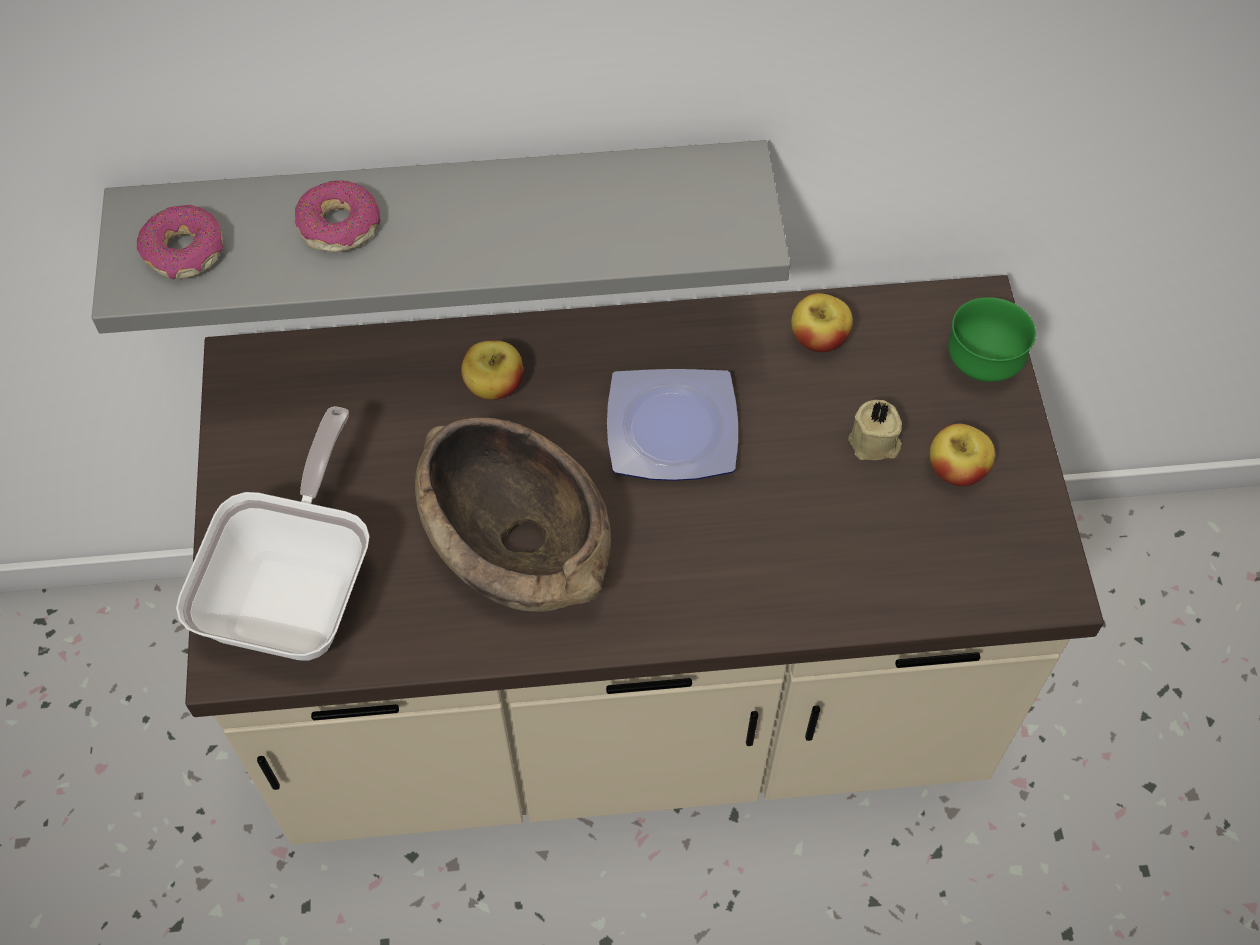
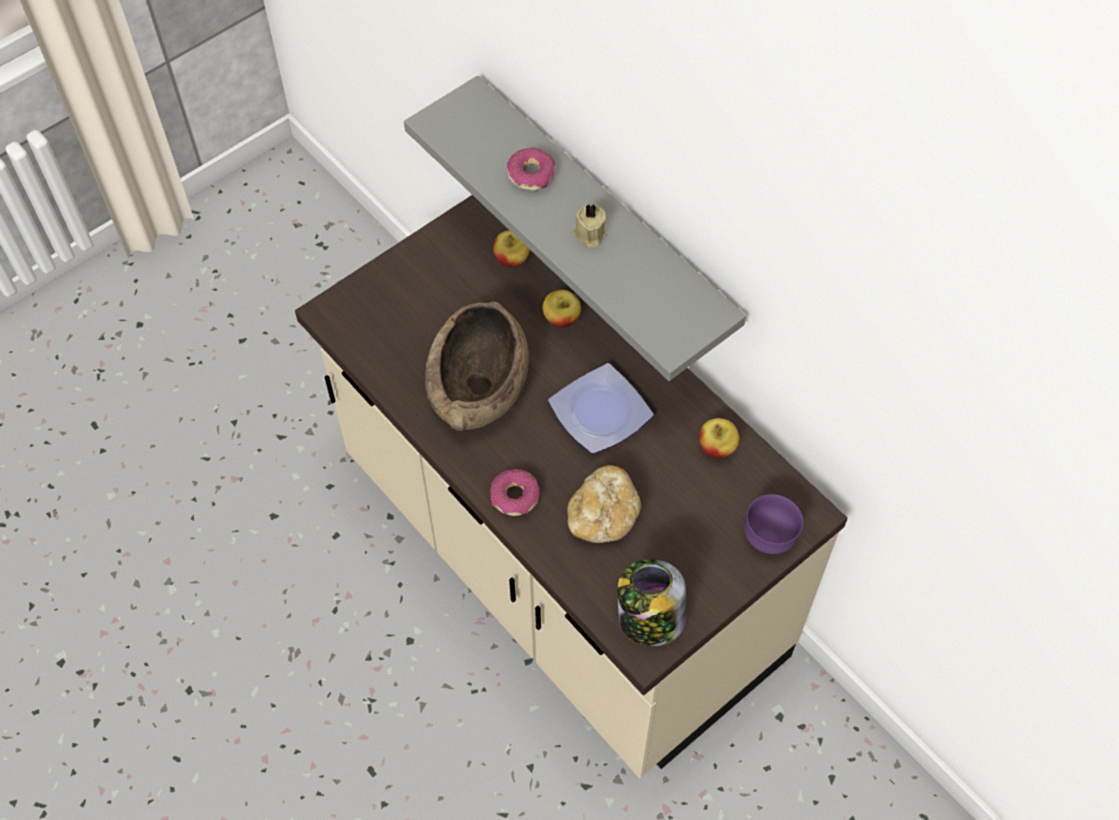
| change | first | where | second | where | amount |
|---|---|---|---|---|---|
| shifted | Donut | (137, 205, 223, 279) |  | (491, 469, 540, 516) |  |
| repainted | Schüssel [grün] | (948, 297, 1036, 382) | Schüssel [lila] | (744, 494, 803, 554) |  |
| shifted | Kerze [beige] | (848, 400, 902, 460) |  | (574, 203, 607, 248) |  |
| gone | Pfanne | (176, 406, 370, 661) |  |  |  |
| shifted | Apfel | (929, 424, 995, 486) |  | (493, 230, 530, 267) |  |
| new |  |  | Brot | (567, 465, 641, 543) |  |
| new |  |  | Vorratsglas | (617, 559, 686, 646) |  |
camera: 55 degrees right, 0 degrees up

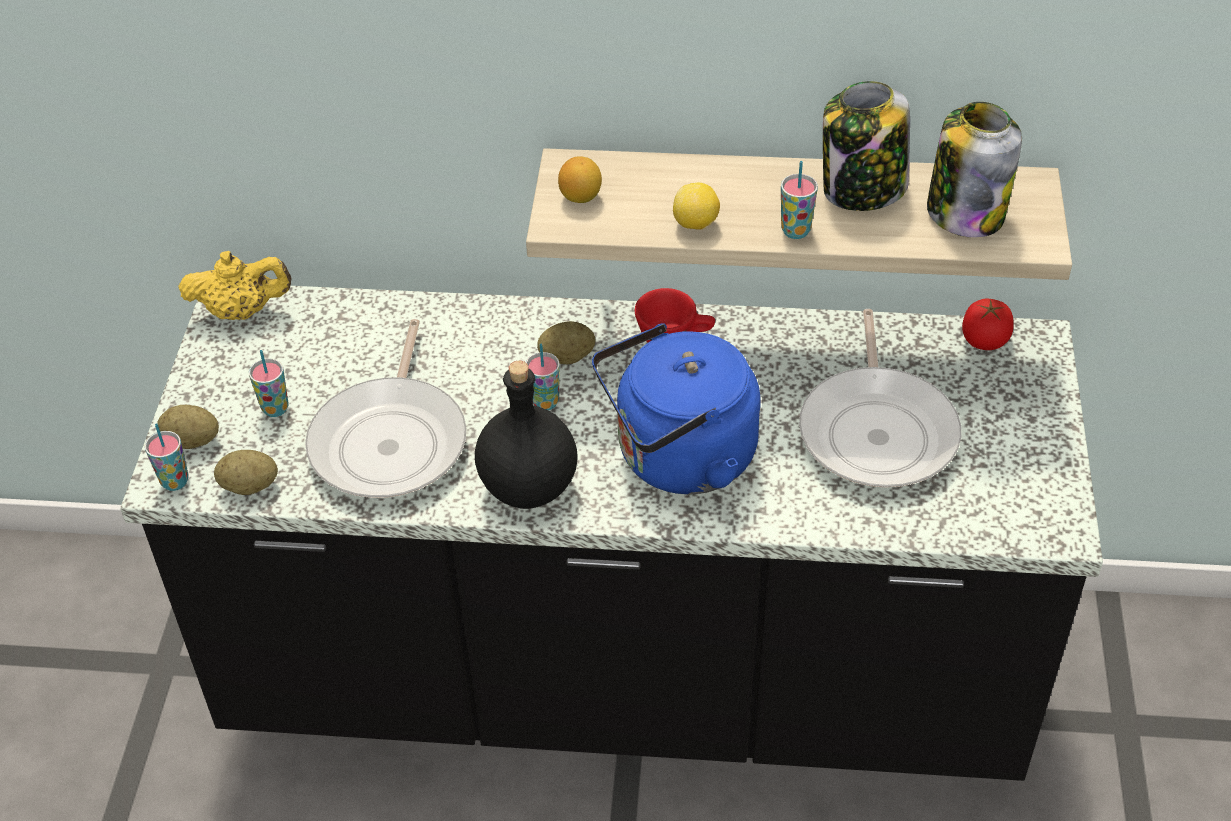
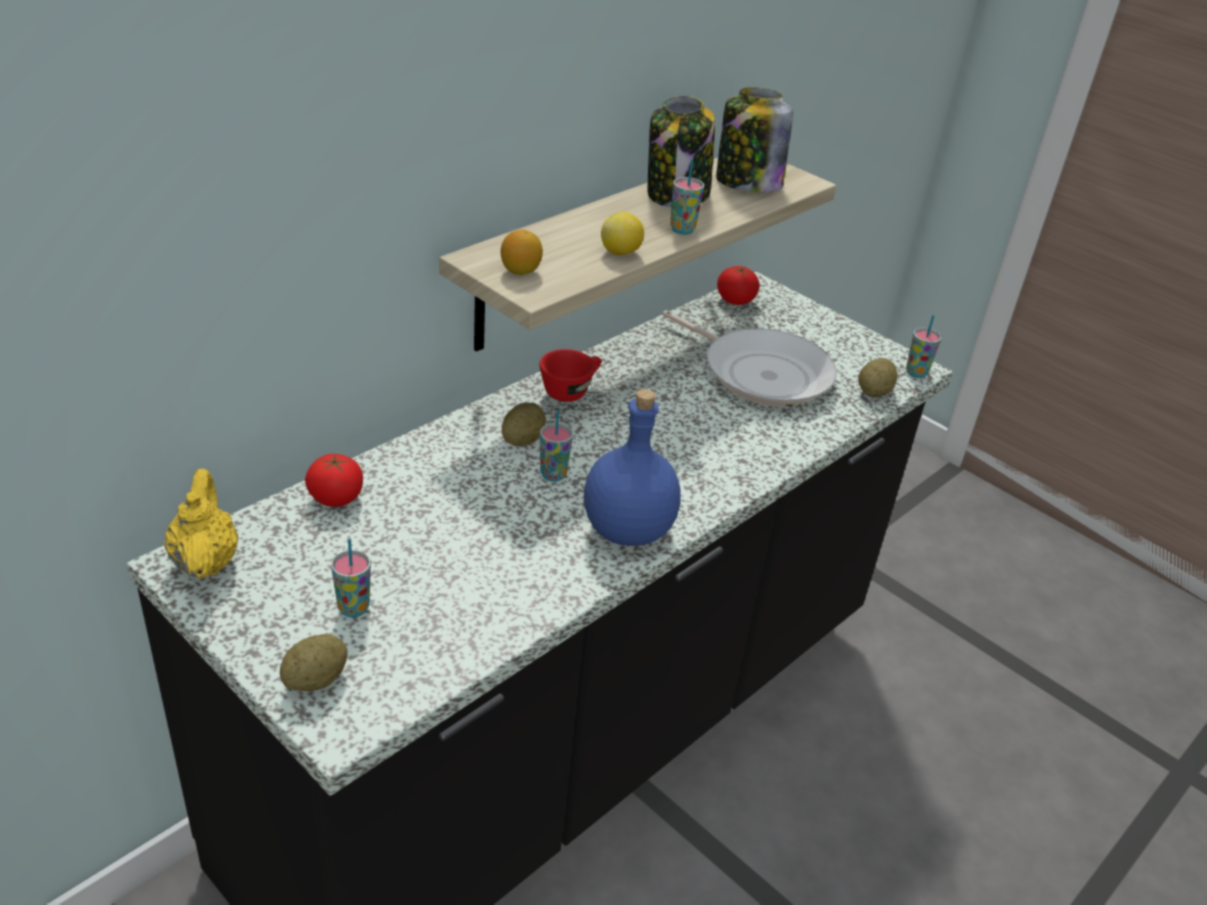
| change | first | where | second | where | amount |
|---|---|---|---|---|---|
| rotated | Teekanne [gelb] | (178, 251, 292, 320) |  | (164, 469, 238, 579) | 45 degrees counterclockwise |
| gone | Pfanne | (305, 319, 467, 498) |  |  |  |
| gone | Wasserkessel [blau] | (592, 323, 761, 494) |  |  |  |
| repainted | Flasche [schwarz] | (475, 361, 578, 509) | Flasche [blau] | (584, 389, 681, 546) |  |
| shifted | Tasse | (145, 423, 189, 491) |  | (906, 315, 942, 378) |  |
| shifted | Kartoffel | (214, 450, 278, 495) |  | (858, 358, 897, 397) |  |
| new |  |  | Tomate | (305, 454, 363, 507) |  |
camera: 55 degrees left, 10 degrees down

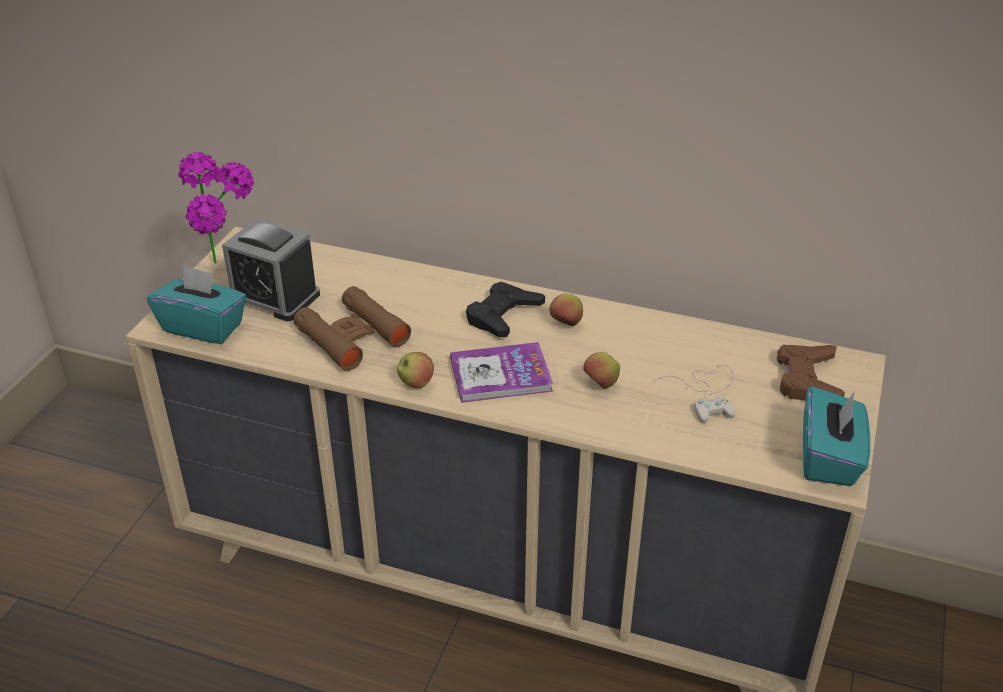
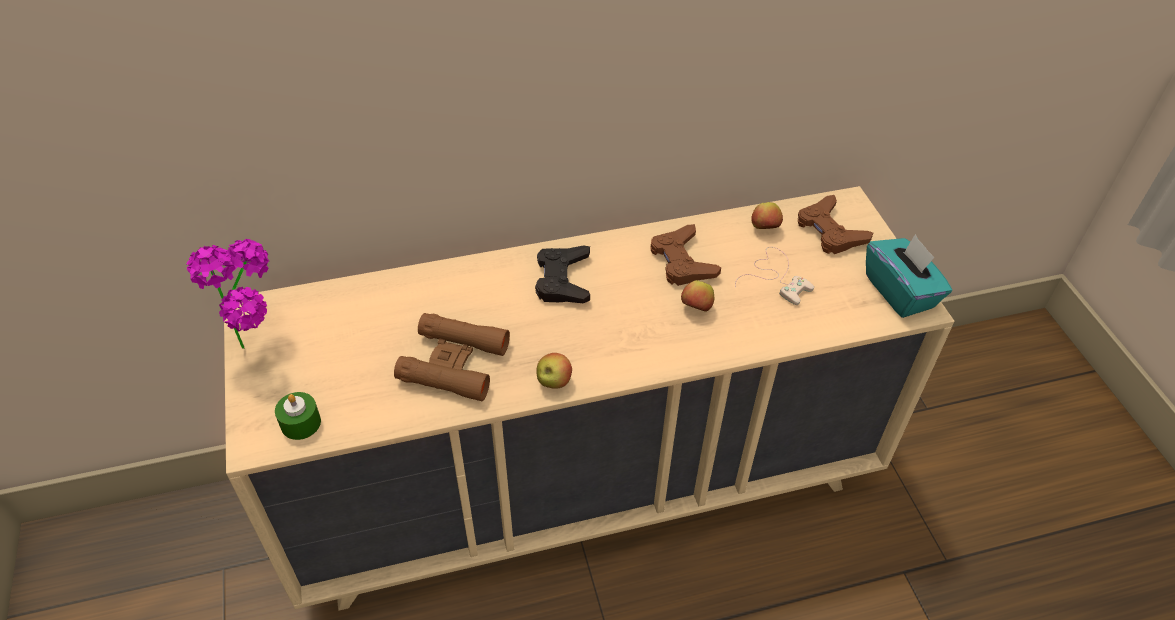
| change | first | where | second | where | amount |
|---|---|---|---|---|---|
| gone | Wecker | (222, 218, 320, 321) |  |  |  |
| swapped | Taschentuchbox [türkis] | (147, 265, 247, 344) | Kerze [grün] | (275, 392, 321, 440) |  |
| shifted | Apfel | (549, 293, 583, 326) |  | (751, 202, 783, 229) |  |
| gone | Buch | (450, 342, 553, 403) |  |  |  |
| new |  |  | Gamepad [braun] | (650, 224, 721, 286) |  |
camera: 35 degrees left, 10 degrees up

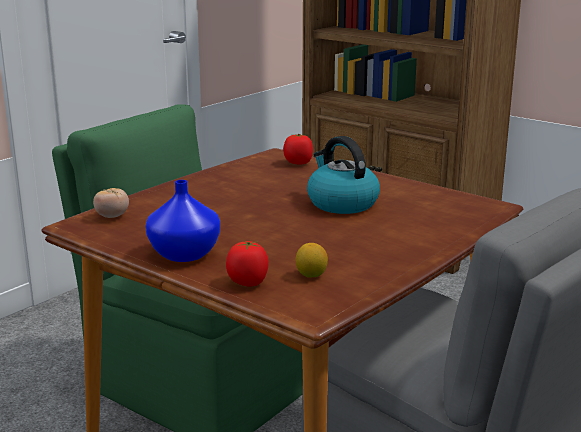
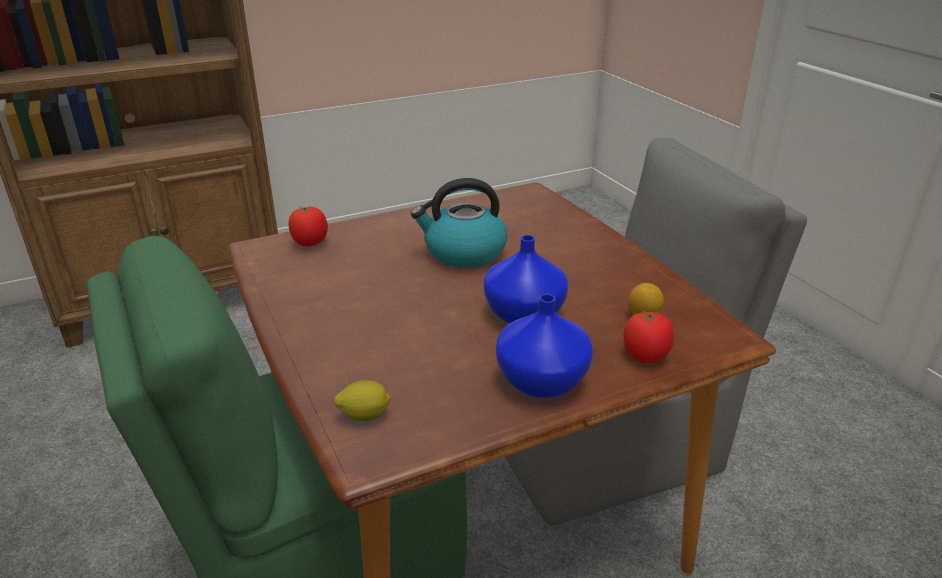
| change | first | where | second | where | amount |
|---|---|---|---|---|---|
| swapped | Tomate | (93, 188, 129, 218) | Zitrone | (334, 380, 391, 421) |  |
| new |  |  | Vase [blau] | (484, 235, 569, 323) |  |
camera: 65 degrees left, 10 degrees up

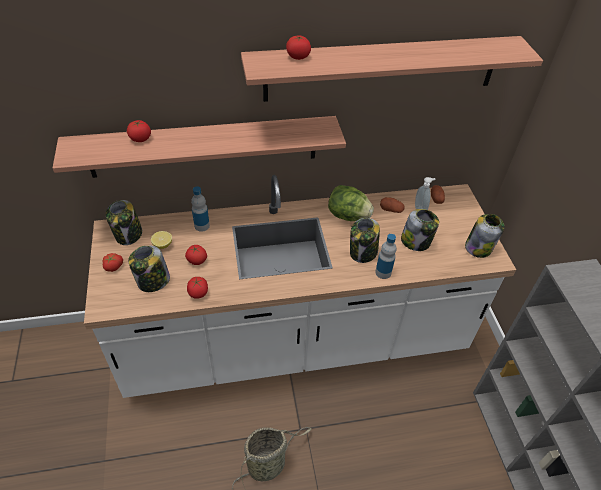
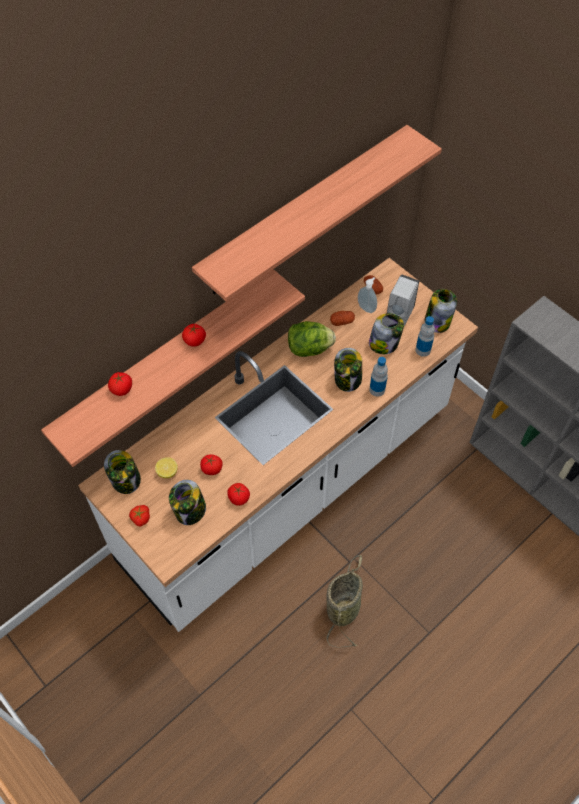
| change | first | where | second | where | amount |
|---|---|---|---|---|---|
| shifted | Tomate | (286, 36, 311, 60) |  | (182, 324, 206, 347) |  |
| shifted | Flasche | (191, 186, 210, 232) |  | (416, 316, 435, 357) |  |
| new |  |  | Seifenspender [weiß] | (387, 275, 419, 326) |  |
camera: 30 degrees left, 10 degrees up

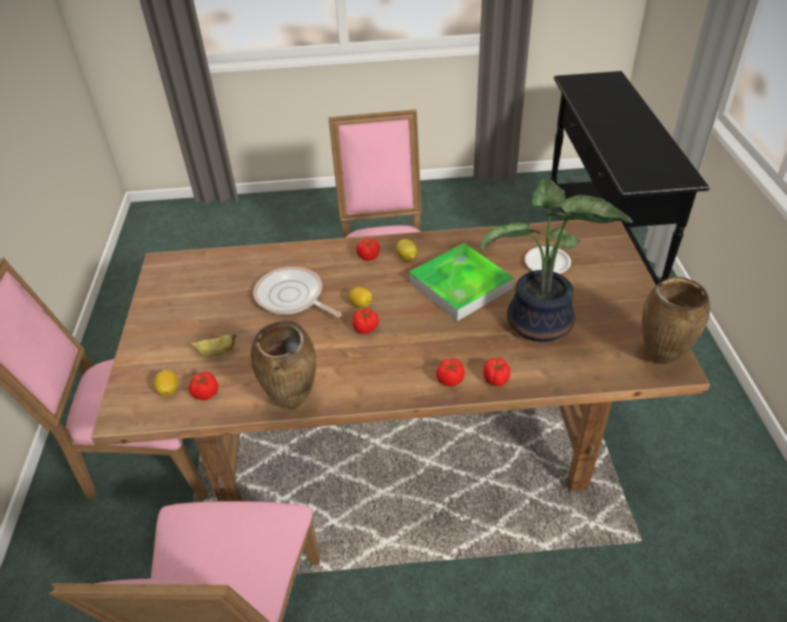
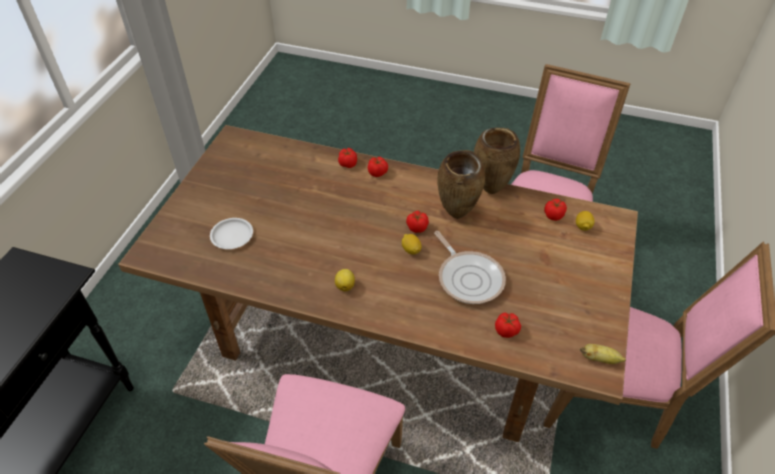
| change | first | where | second | where | amount |
|---|---|---|---|---|---|
| gone | Topfpflanze | (480, 179, 633, 342) |  |  |  |
| shifted | Tomate | (356, 238, 380, 261) |  | (495, 312, 521, 338) |  |
| gone | Tablett | (409, 243, 514, 321) |  |  |  |
| shifted | Vase [braun] | (642, 277, 710, 364) |  | (437, 150, 485, 219) |  |
| shifted | Banane | (191, 334, 237, 356) |  | (580, 344, 626, 364) |  |
camera: 160 degrees left, 5 degrees up

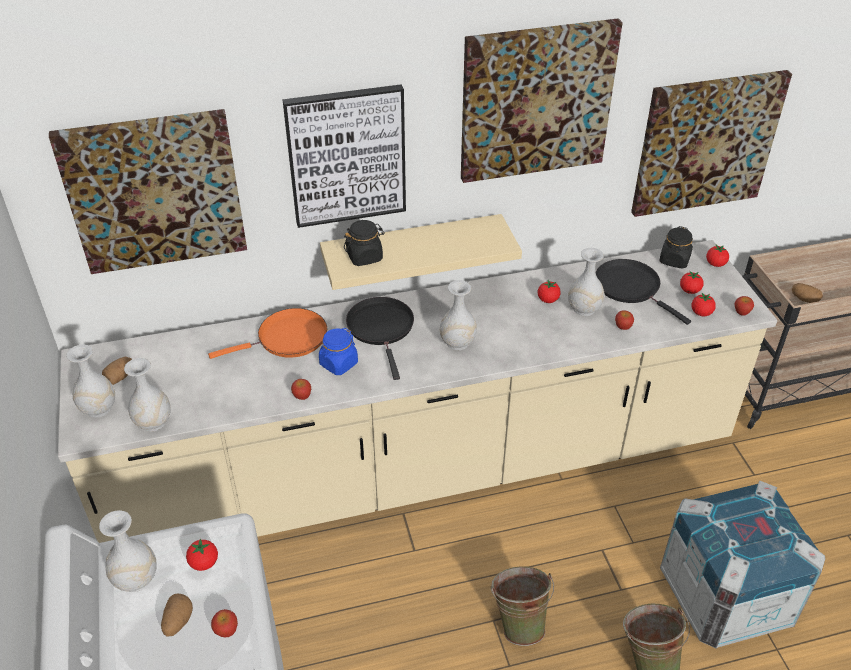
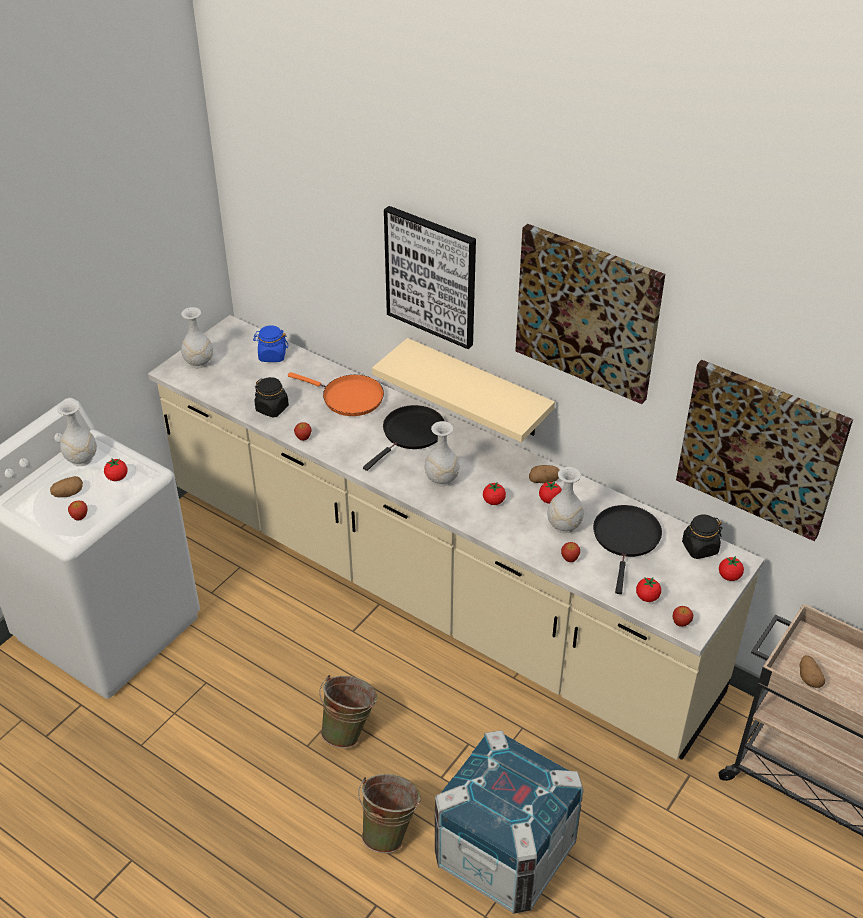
| change | first | where | second | where | amount |
|---|---|---|---|---|---|
| gone | Bild | (49, 109, 247, 274) |  |  |  |
| shifted | Vorratsglas [schwarz] | (344, 220, 385, 266) |  | (254, 377, 289, 417) |  |
| shifted | Tomate | (680, 271, 704, 294) |  | (483, 482, 506, 505) |  |
| shifted | Vorratsglas [blau] | (319, 328, 358, 375) |  | (253, 325, 288, 362) |  |
| shifted | Kartoffel | (102, 357, 132, 385) |  | (529, 465, 560, 484) |  |
| gone | Vase [weiß] | (124, 358, 171, 432) |  |  |  |
camera: 50 degrees right, 0 degrees up

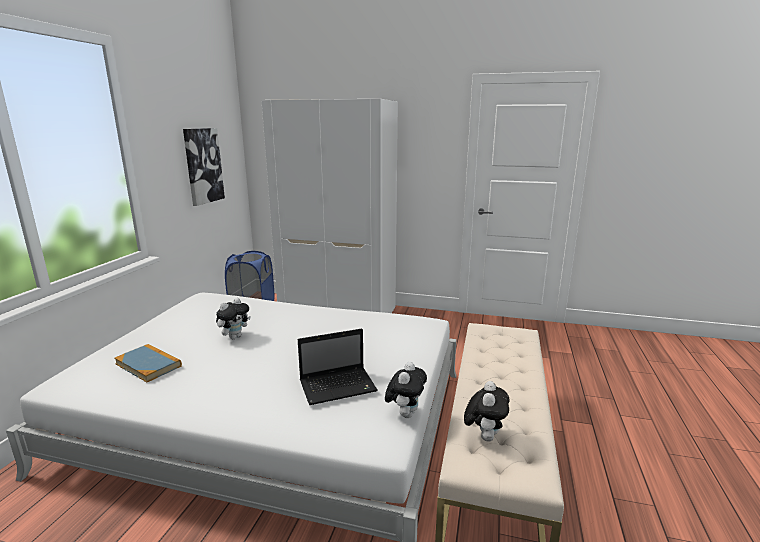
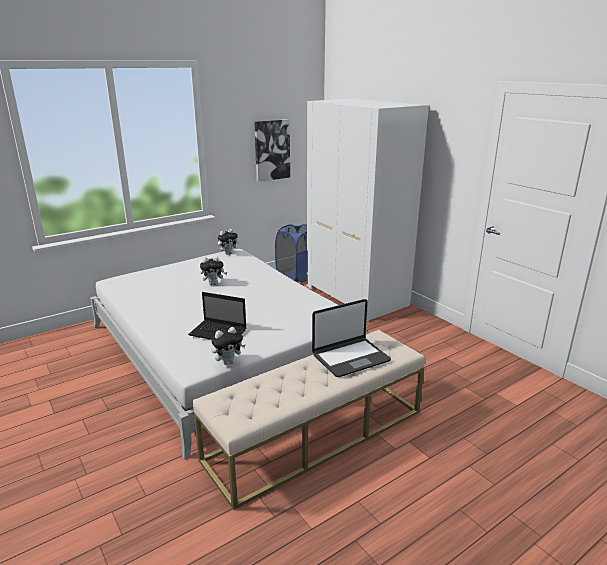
| change | first | where | second | where | amount |
|---|---|---|---|---|---|
| gone | Buch | (114, 344, 182, 382) |  |  |  |
| shifted | Plüschtier | (464, 381, 510, 442) |  | (218, 229, 239, 254) |  |
| new |  |  | Laptop | (312, 299, 391, 377) |  |
camera: 40 degrees right, 5 degrees up

